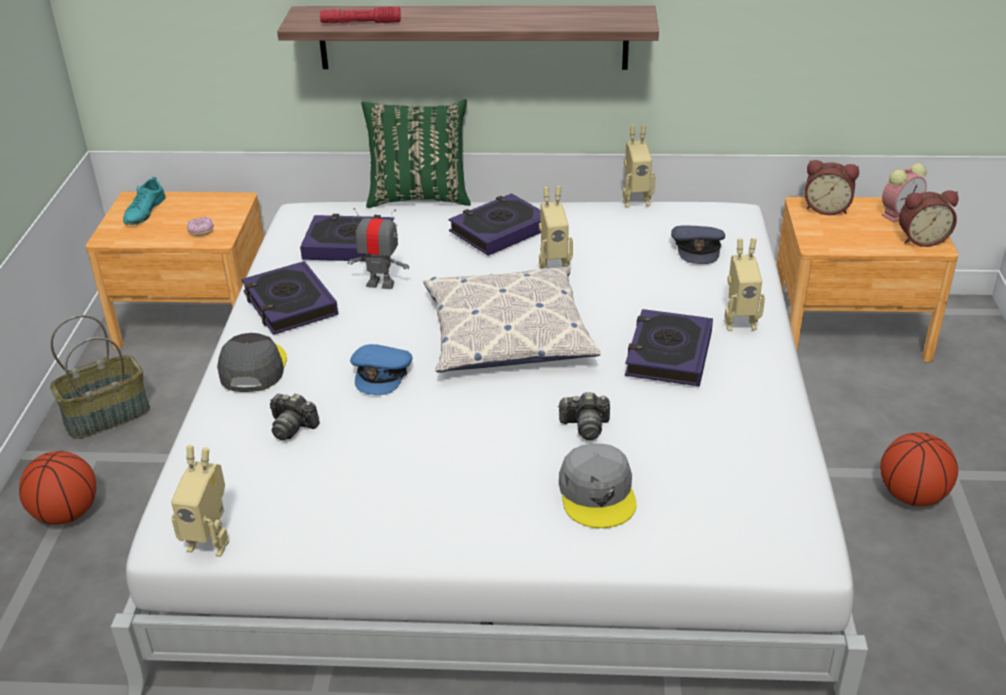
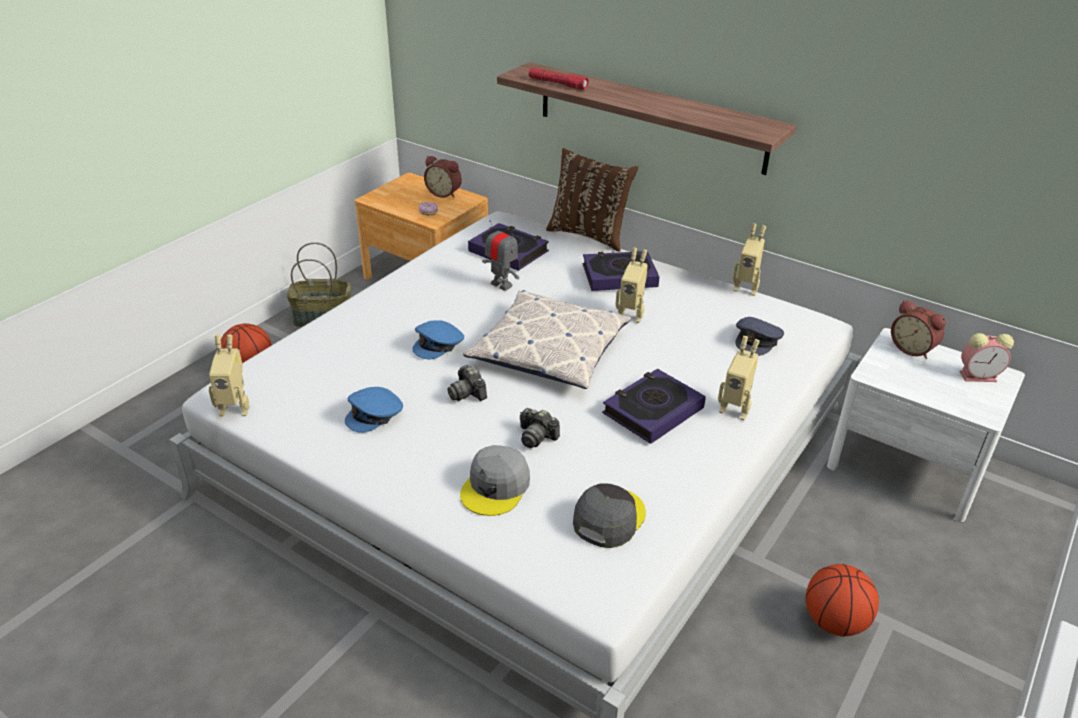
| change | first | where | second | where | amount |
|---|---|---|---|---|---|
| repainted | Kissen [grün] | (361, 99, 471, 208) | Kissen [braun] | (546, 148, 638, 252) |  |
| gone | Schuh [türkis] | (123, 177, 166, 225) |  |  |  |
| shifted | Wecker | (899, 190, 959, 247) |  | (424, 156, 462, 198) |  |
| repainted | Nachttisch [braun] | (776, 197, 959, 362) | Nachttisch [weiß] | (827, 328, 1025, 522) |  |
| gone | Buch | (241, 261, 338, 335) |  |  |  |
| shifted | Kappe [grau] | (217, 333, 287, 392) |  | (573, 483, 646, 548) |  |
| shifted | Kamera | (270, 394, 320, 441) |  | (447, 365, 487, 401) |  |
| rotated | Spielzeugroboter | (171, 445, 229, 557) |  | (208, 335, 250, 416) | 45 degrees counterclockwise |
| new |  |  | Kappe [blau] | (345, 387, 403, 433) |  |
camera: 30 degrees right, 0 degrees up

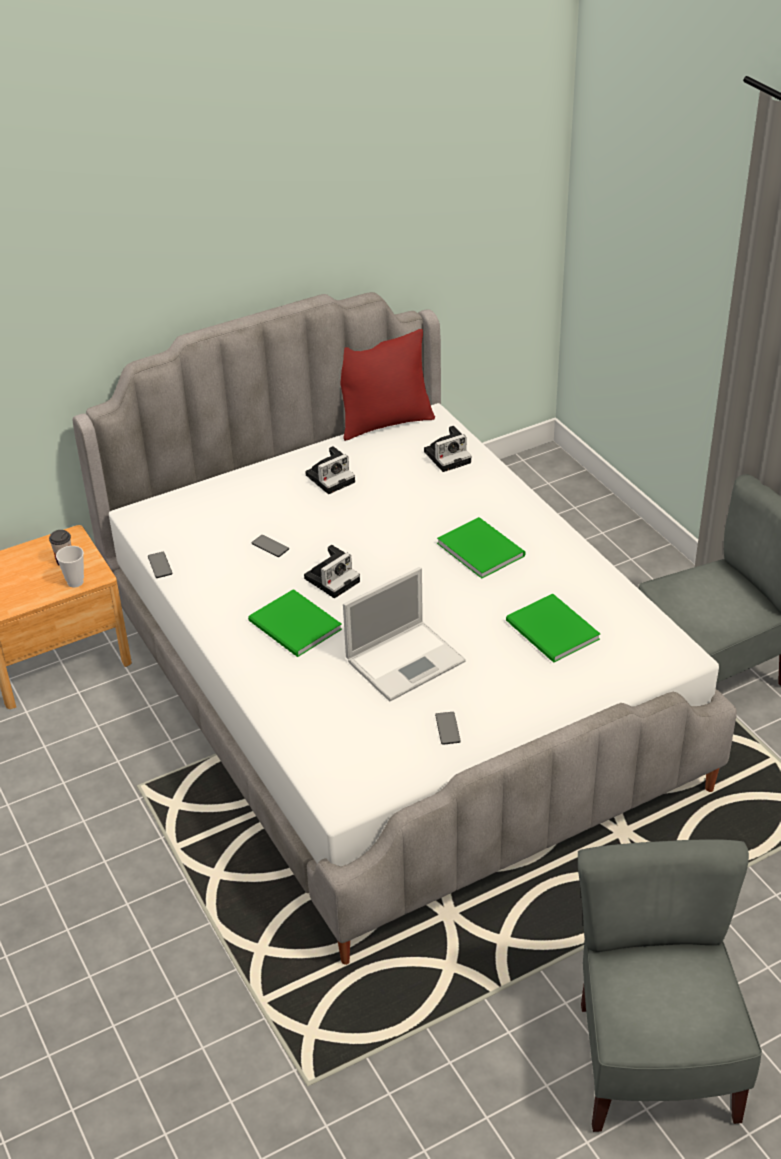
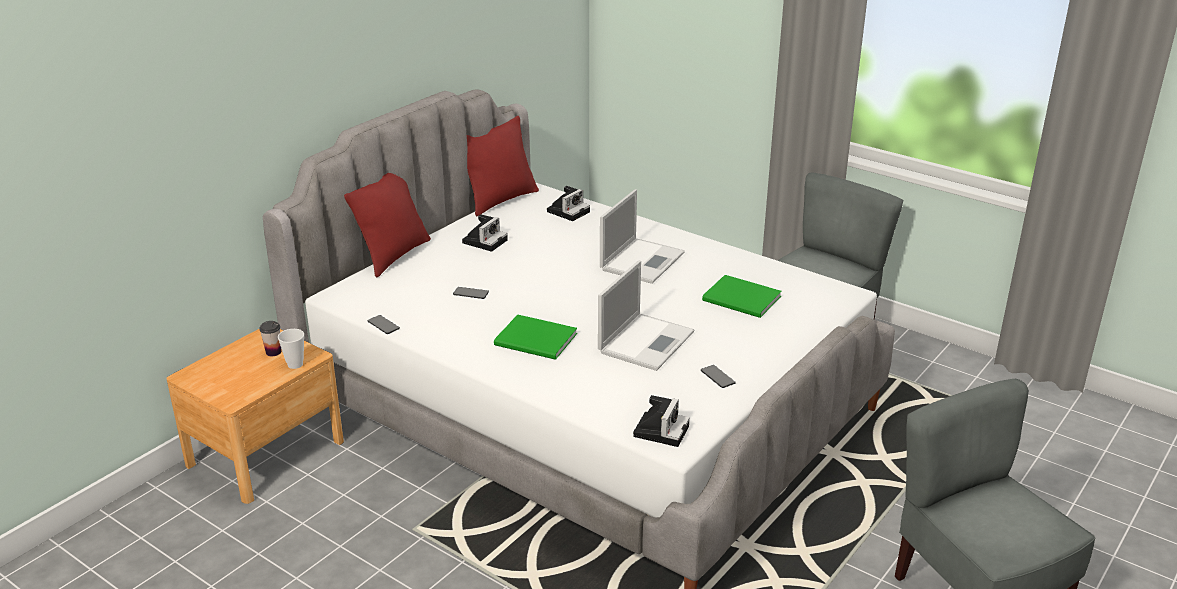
| change | first | where | second | where | amount |
|---|---|---|---|---|---|
| swapped | Buch [grün] | (437, 517, 525, 579) | Laptop | (600, 189, 685, 284) |  |
| shifted | Kamera | (304, 545, 360, 598) |  | (633, 395, 690, 447) |  |
| new |  |  | Kissen [rot] | (344, 173, 431, 278) |  |
camera: 25 degrees left, 10 degrees down

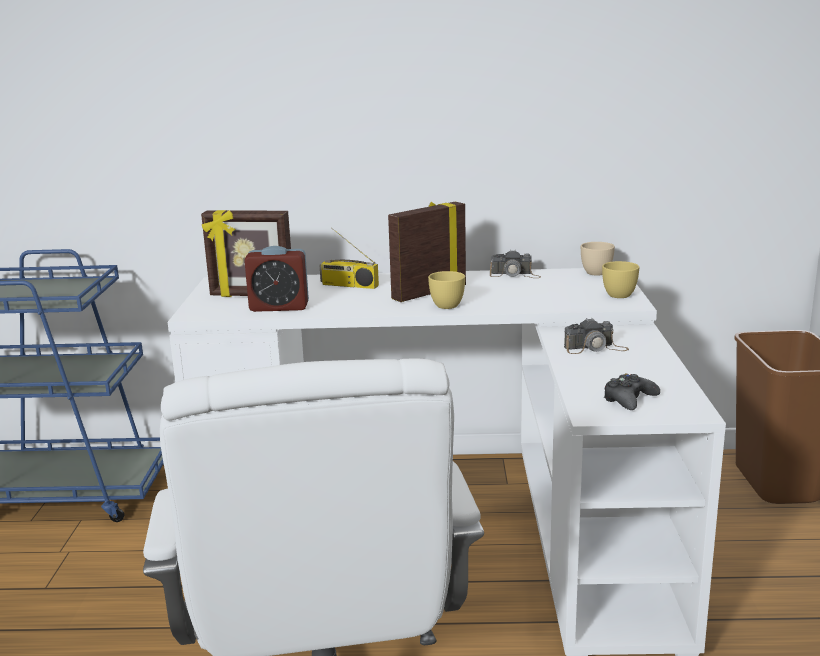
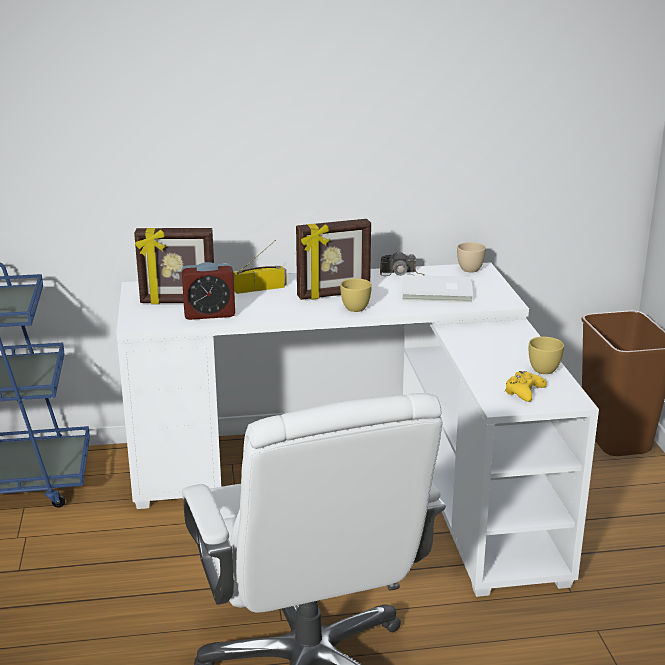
| change | first | where | second | where | amount |
|---|---|---|---|---|---|
| rotated | Bilderrahmen | (388, 202, 466, 302) |  | (296, 219, 371, 300) | 150 degrees counterclockwise |
| rotated | Radio | (319, 227, 379, 289) |  | (233, 240, 287, 294) | 150 degrees clockwise |
| shifted | Tasse [gelb] | (602, 261, 639, 298) |  | (529, 337, 564, 374) |  |
| gone | Kamera | (564, 318, 629, 354) |  |  |  |
| repainted | Gamepad [schwarz] | (603, 373, 660, 410) | Gamepad [gelb] | (505, 371, 547, 402) |  |
| new |  |  | Buch [weiß] | (402, 275, 473, 303) |  |
camera: 10 degrees left, 5 degrees up

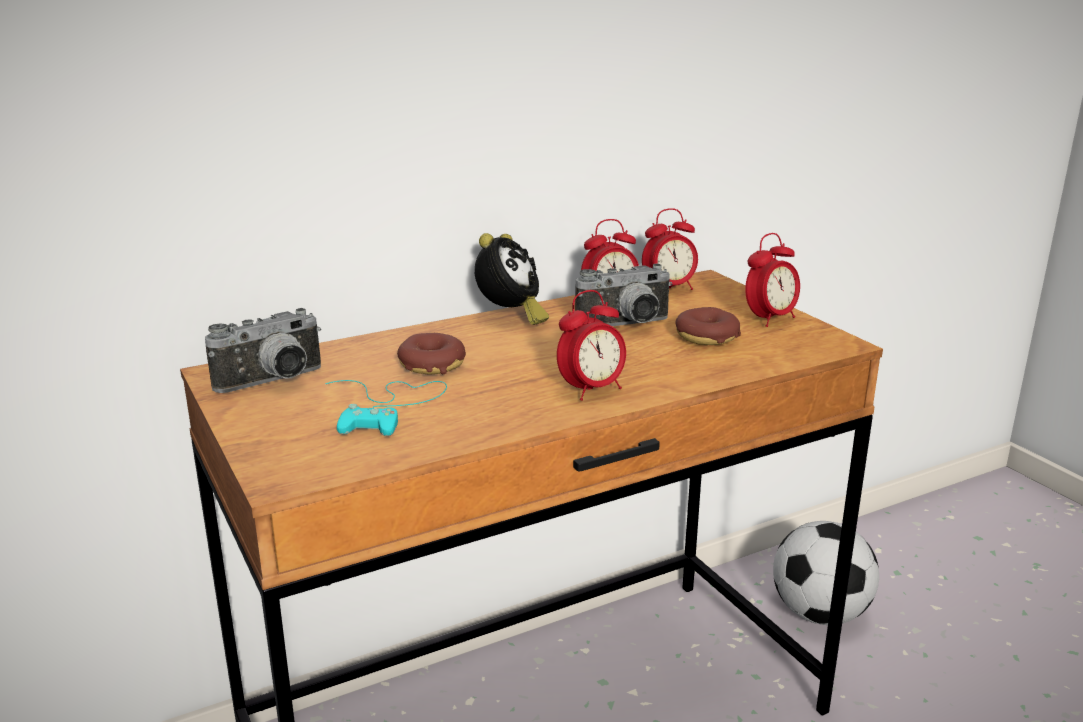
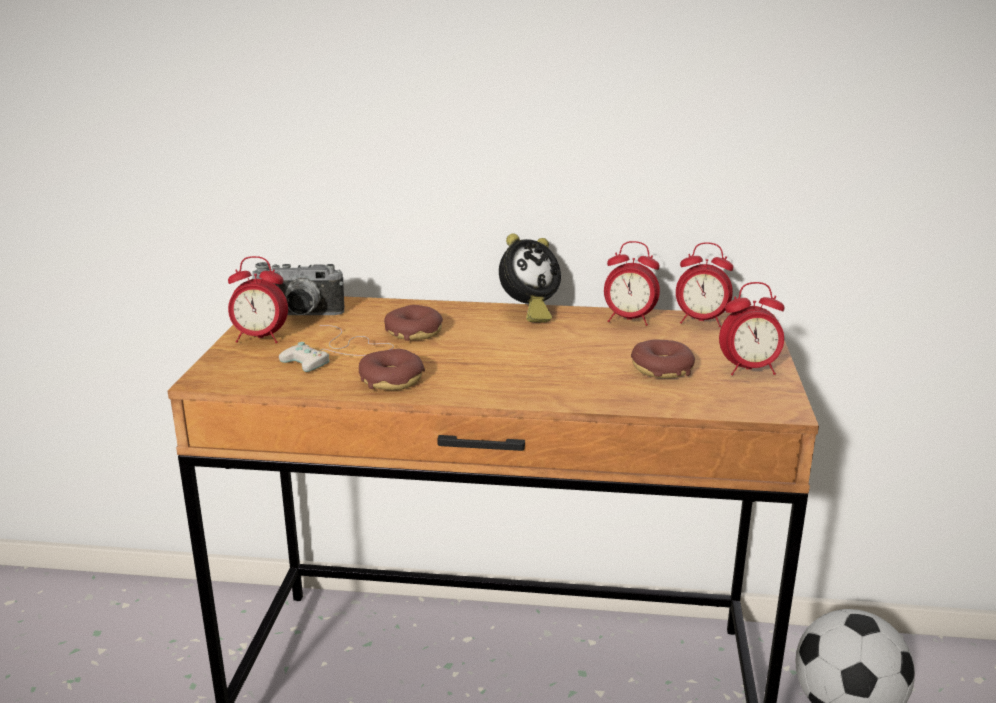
| change | first | where | second | where | amount |
|---|---|---|---|---|---|
| gone | Kamera | (575, 263, 672, 326) |  |  |  |
| shifted | Wecker | (557, 290, 626, 401) |  | (228, 256, 288, 343) |  |
| repainted | Gamepad [türkis] | (325, 380, 447, 436) | Gamepad [weiß] | (279, 325, 394, 372) |  |
| new |  |  | Donut | (359, 349, 425, 390) |  |
camera: 35 degrees right, 0 degrees up

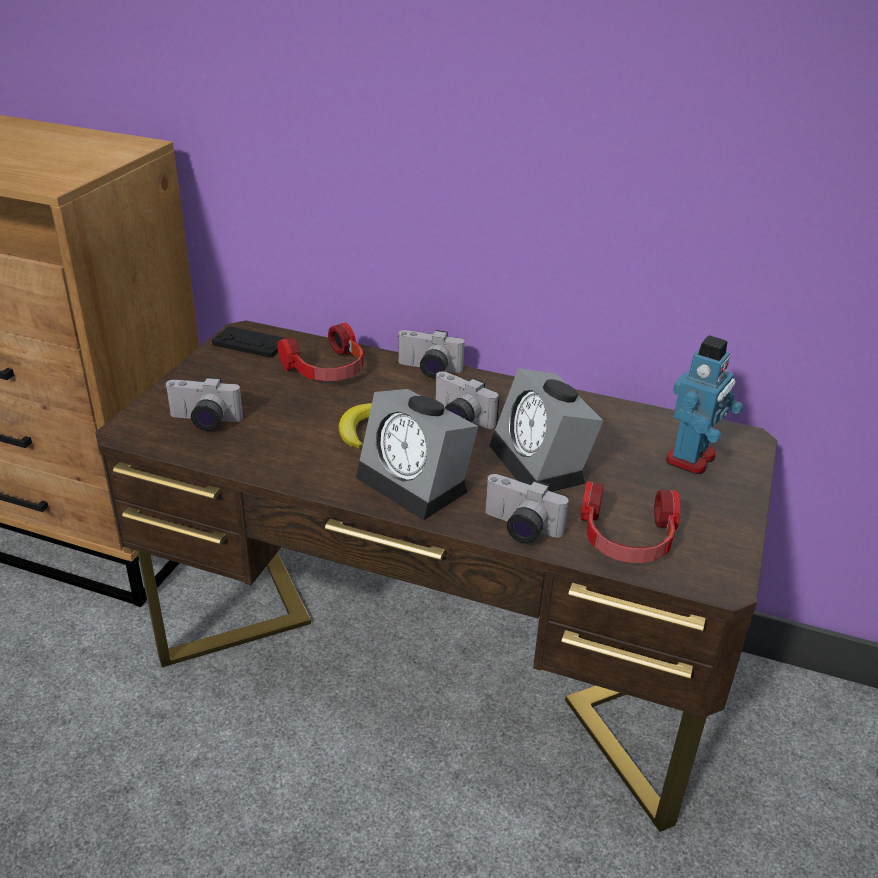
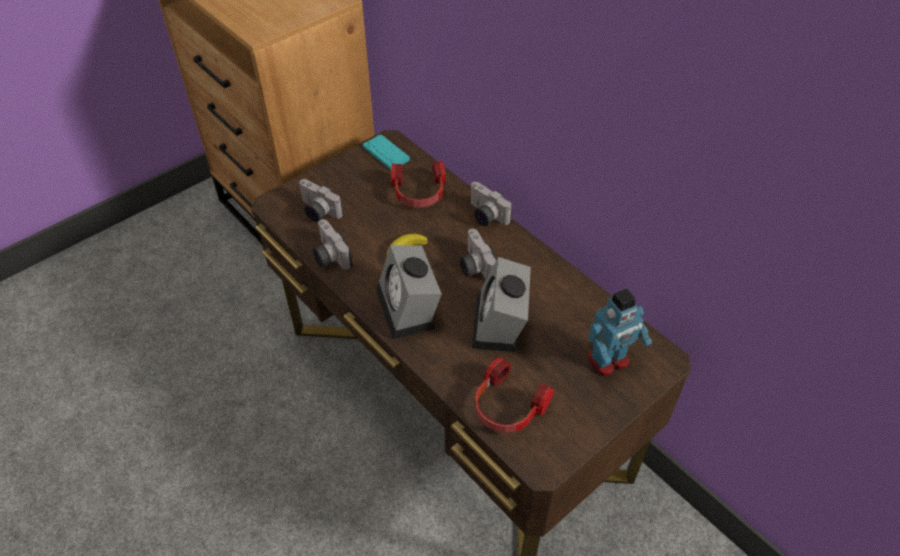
| change | first | where | second | where | amount |
|---|---|---|---|---|---|
| repainted | Gamepad [schwarz] | (212, 326, 286, 358) | Gamepad [türkis] | (363, 135, 410, 170) |  |
| shifted | Kamera | (485, 474, 569, 544) |  | (313, 219, 353, 270) |  |
camera: 30 degrees right, 15 degrees up

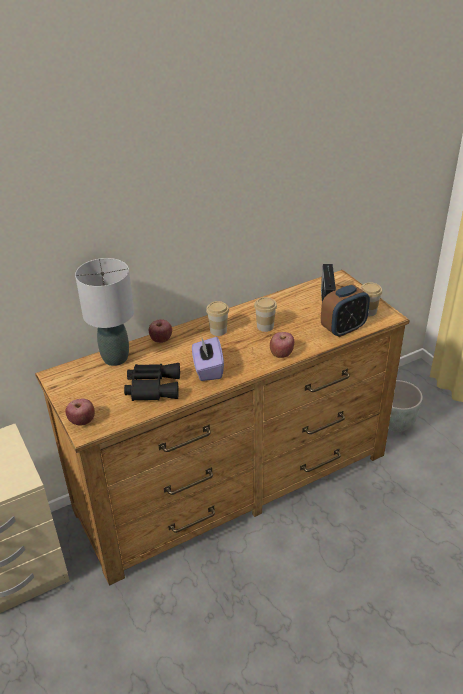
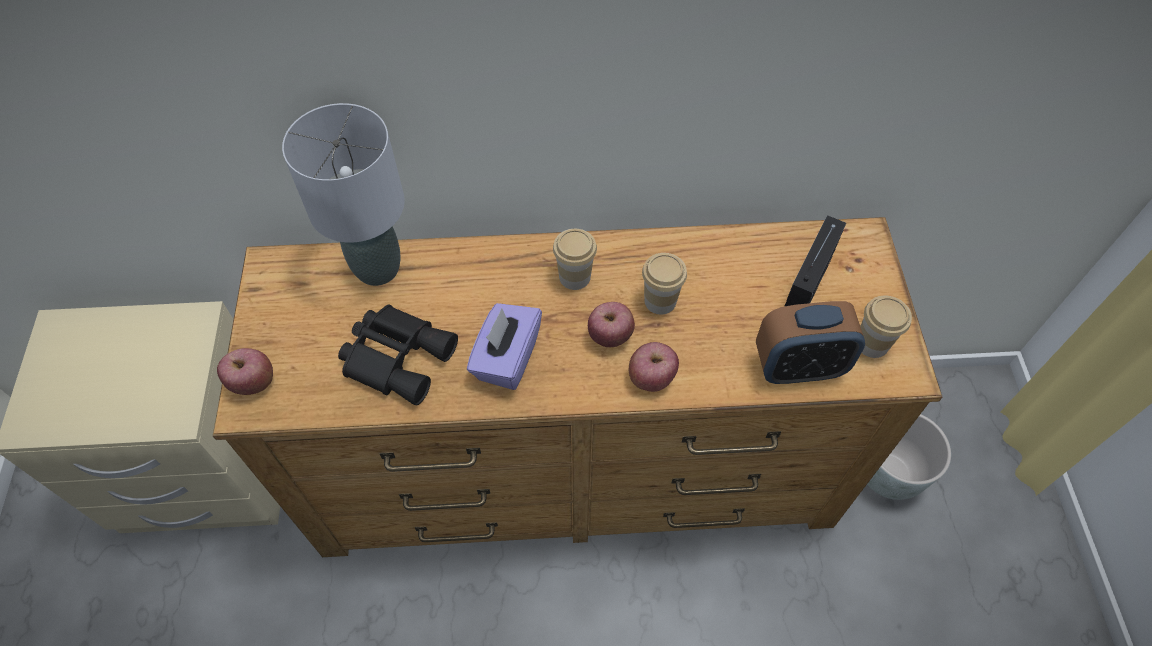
| change | first | where | second | where | amount |
|---|---|---|---|---|---|
| shifted | Apfel | (149, 319, 172, 343) |  | (588, 302, 635, 347) |  |
camera: 25 degrees right, 20 degrees up

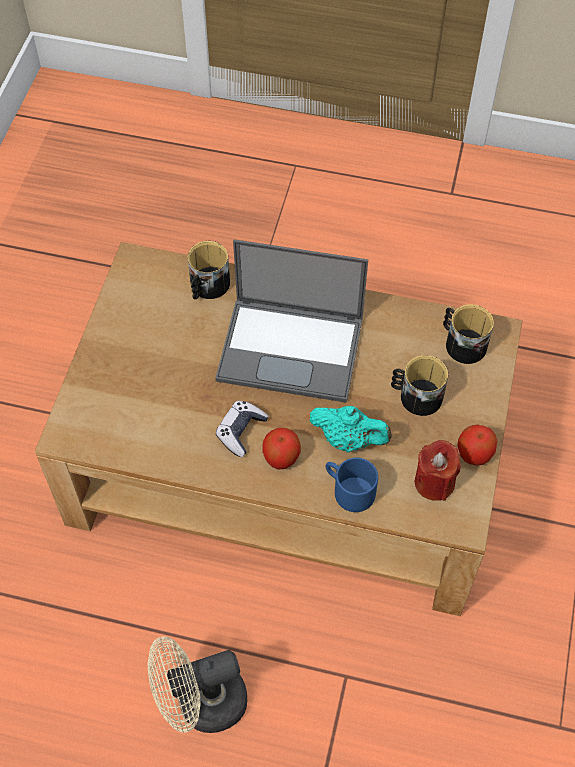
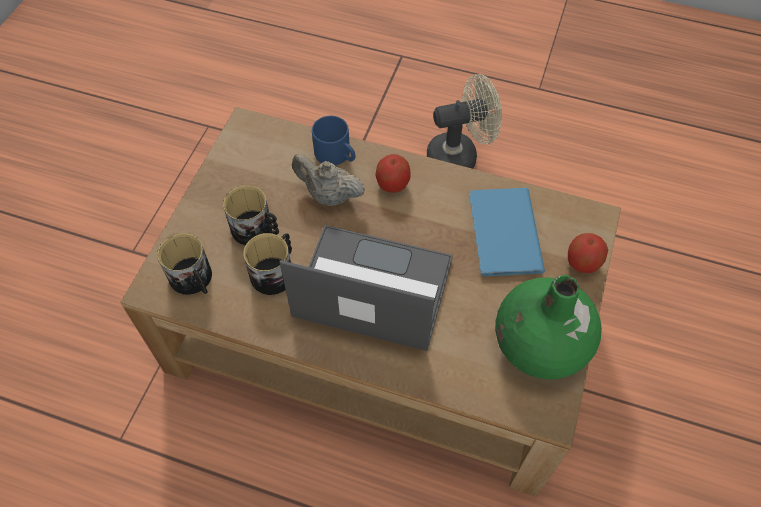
| change | first | where | second | where | amount |
|---|---|---|---|---|---|
| shifted | Henkelbecher | (187, 241, 230, 299) |  | (243, 233, 292, 295) |  |
| gone | Gamepad | (216, 401, 269, 457) |  |  |  |
| repainted | Teekanne [türkis] | (309, 406, 392, 452) | Teekanne [beige] | (292, 154, 365, 206) |  |
| shifted | Apfel | (457, 425, 497, 466) |  | (568, 233, 608, 273) |  |
| gone | Kerze [rot] | (415, 440, 461, 501) |  |  |  |
| new |  |  | Buch [blau] | (469, 188, 545, 276) |  |
| new |  |  | Vase [grün] | (495, 275, 602, 379) |  |
camera: 175 degrees left, 0 degrees up

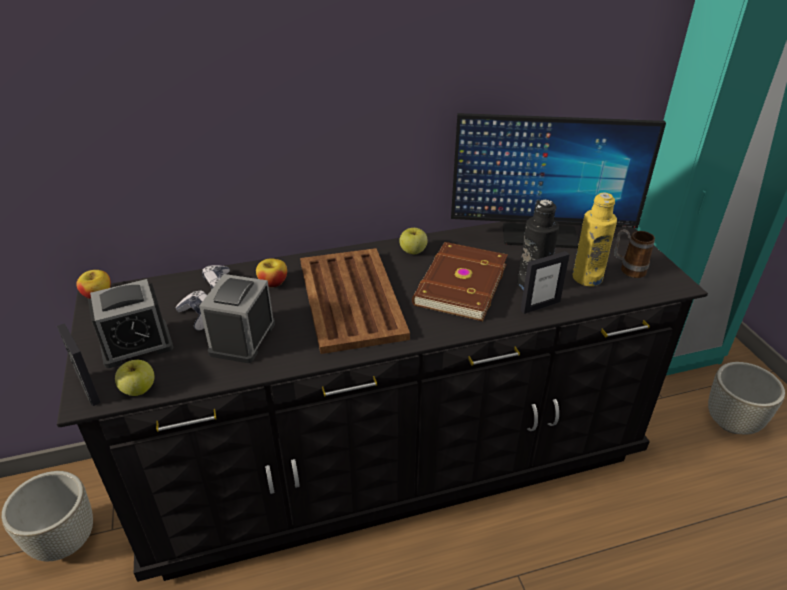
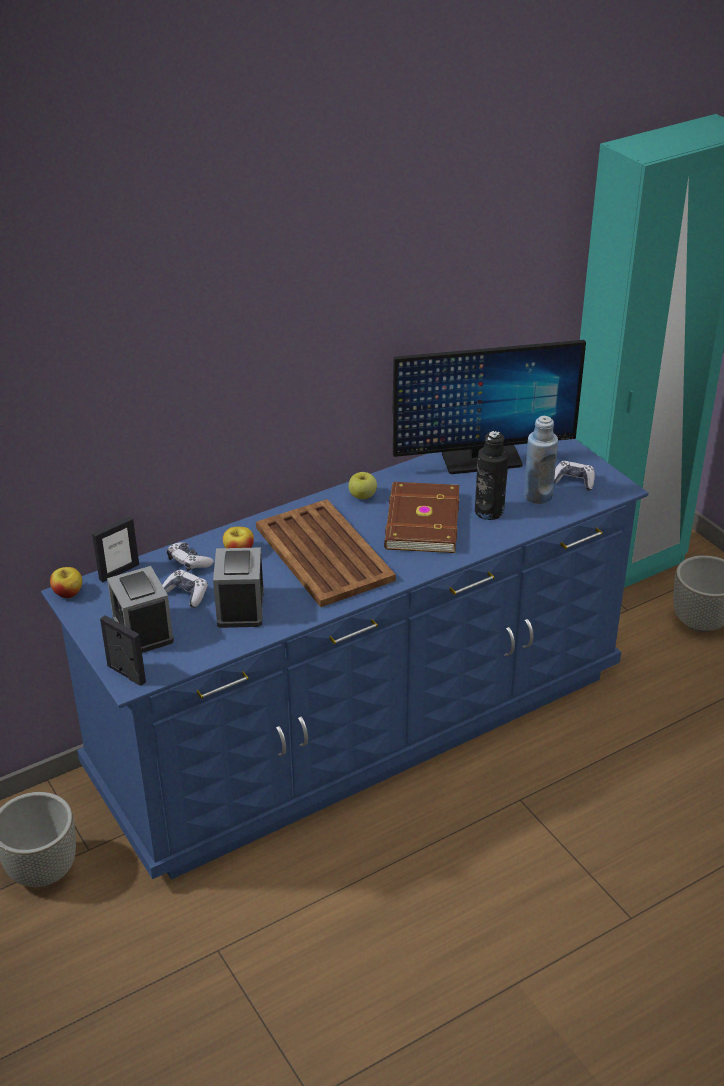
| change | first | where | second | where | amount |
|---|---|---|---|---|---|
| repainted | Flasche [gelb] | (573, 192, 617, 286) | Flasche [blau] | (524, 416, 558, 504) |  |
| repainted | Kommode [schwarz] | (57, 221, 708, 582) | Kommode [blau] | (41, 439, 649, 880) |  |
| swapped | Henkelbecher | (614, 229, 655, 278) | Gamepad | (554, 461, 595, 491) |  |
| shifted | Bilderrahmen | (520, 251, 570, 314) |  | (92, 516, 139, 583) |  |
| rotated | Wecker | (88, 279, 174, 368) |  | (107, 566, 174, 653) | 105 degrees clockwise |
| gone | Apfel | (115, 360, 154, 396) |  |  |  |
camera: 15 degrees left, 0 degrees up

